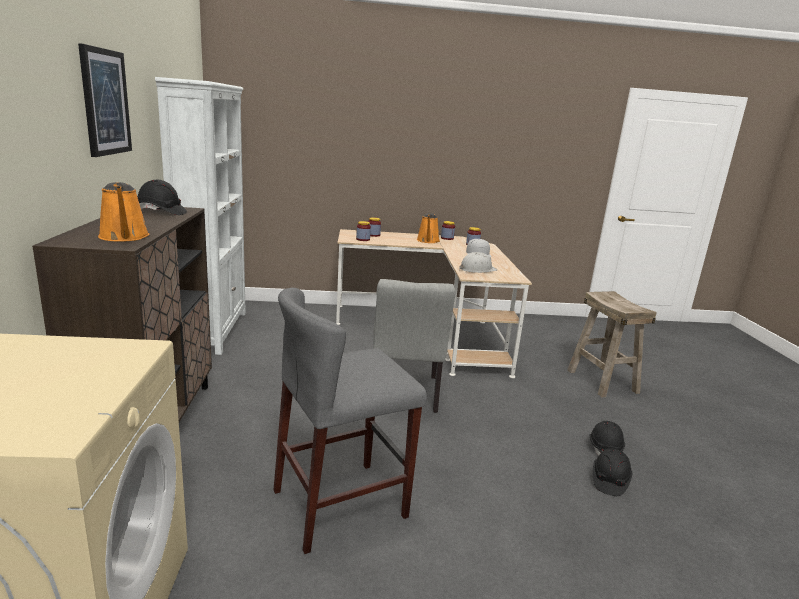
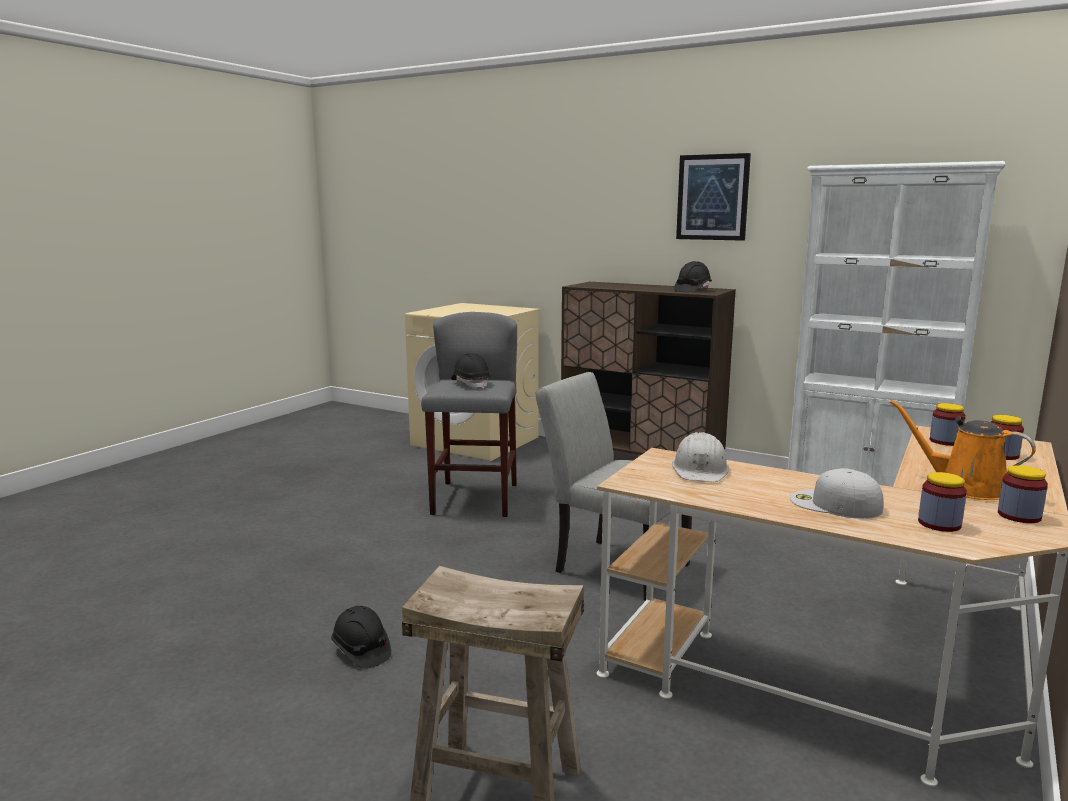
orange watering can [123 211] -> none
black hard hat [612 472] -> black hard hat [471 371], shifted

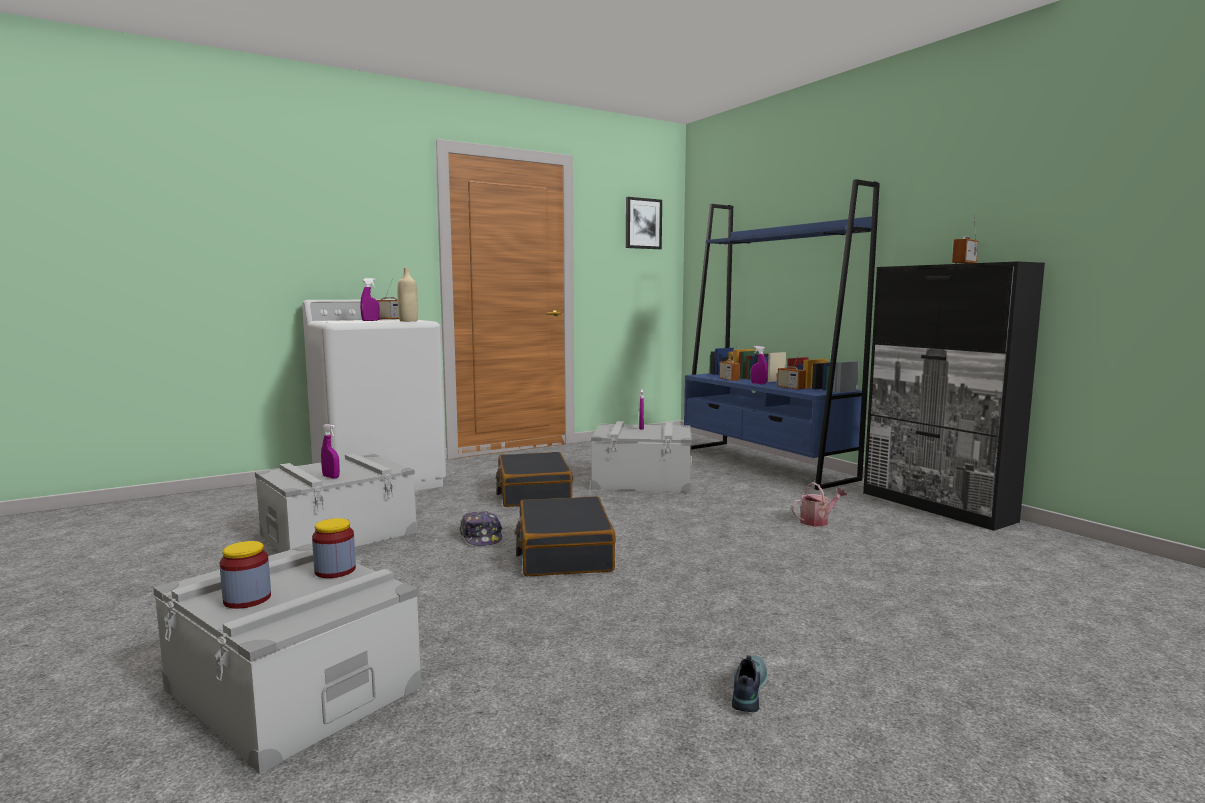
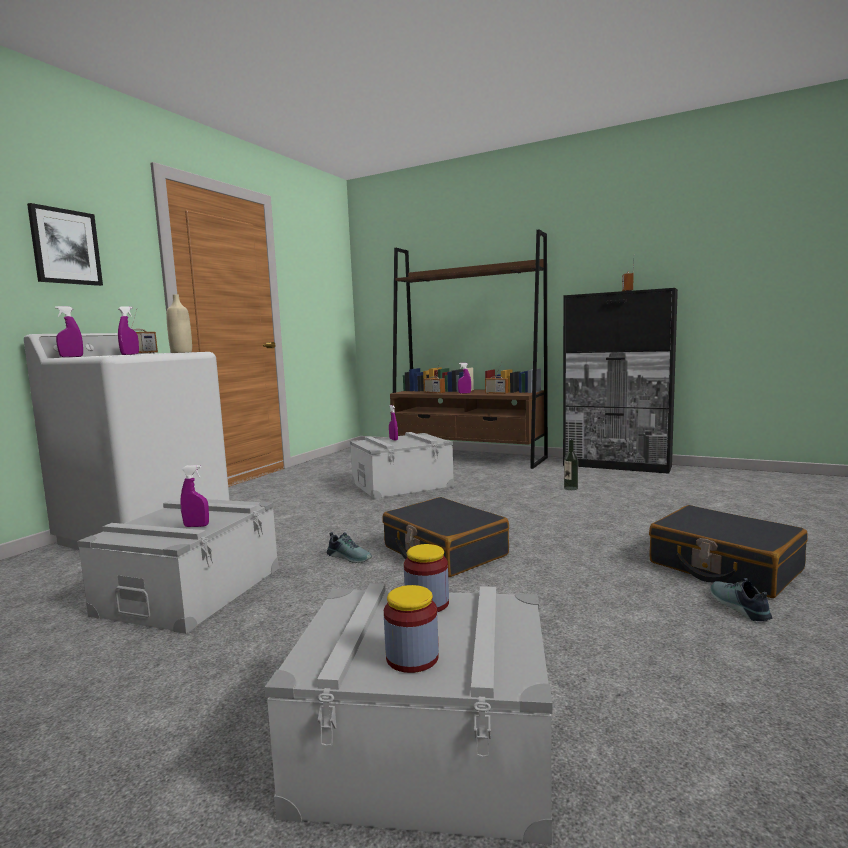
blue bookcase [782 334] -> brown bookcase [469 349]
picture [644 223] -> picture [65 244], shifted
black suitcase [534 479] -> black suitcase [728 551], shifted
watering can [819 504] -> bottle [571 464]
cap [481 528] -> shoe [349 547]
none -> purple spray bottle [69 331]

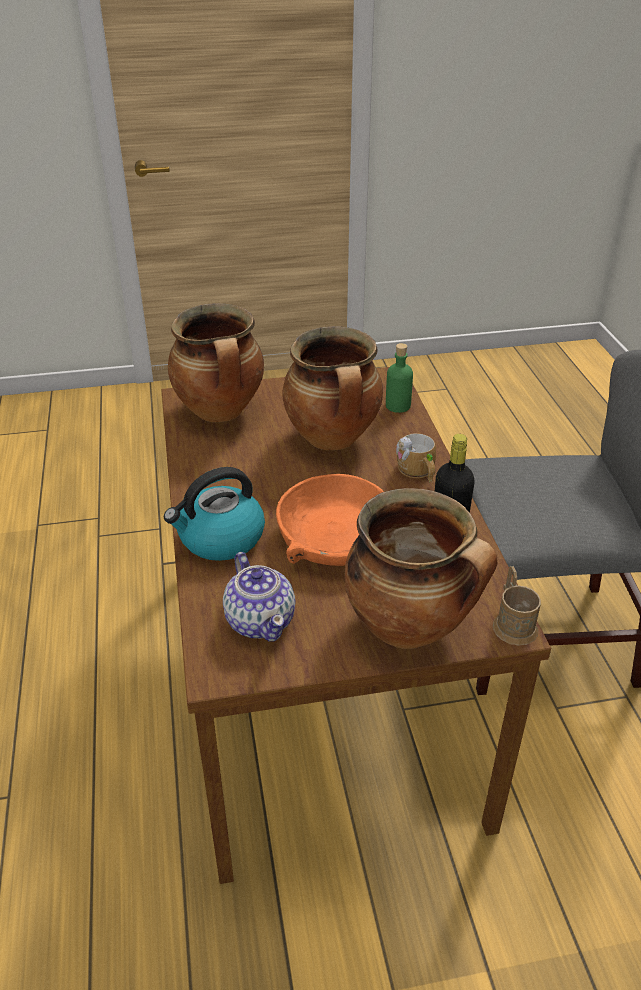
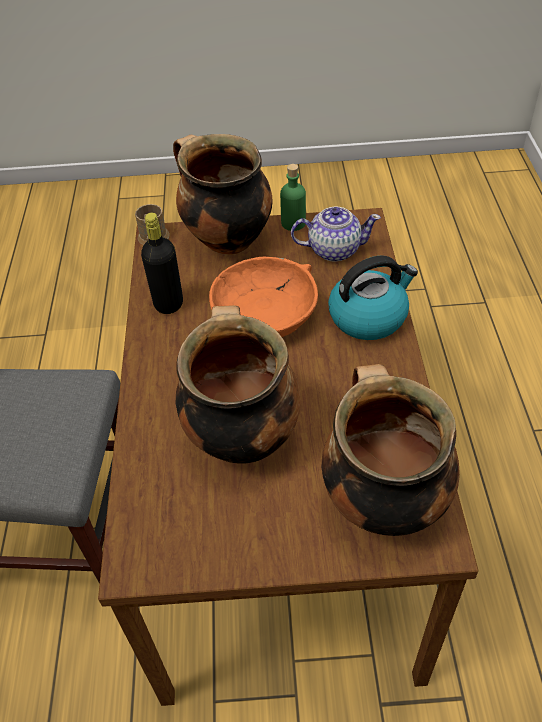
green bottle [399 378] -> green bottle [293 197], shifted
mug [416 457] -> none
teapot [259 597] -> teapot [336 234], 105 degrees clockwise

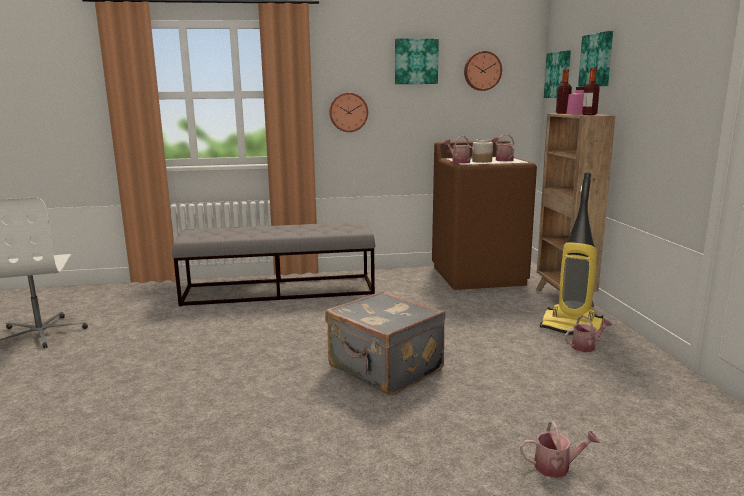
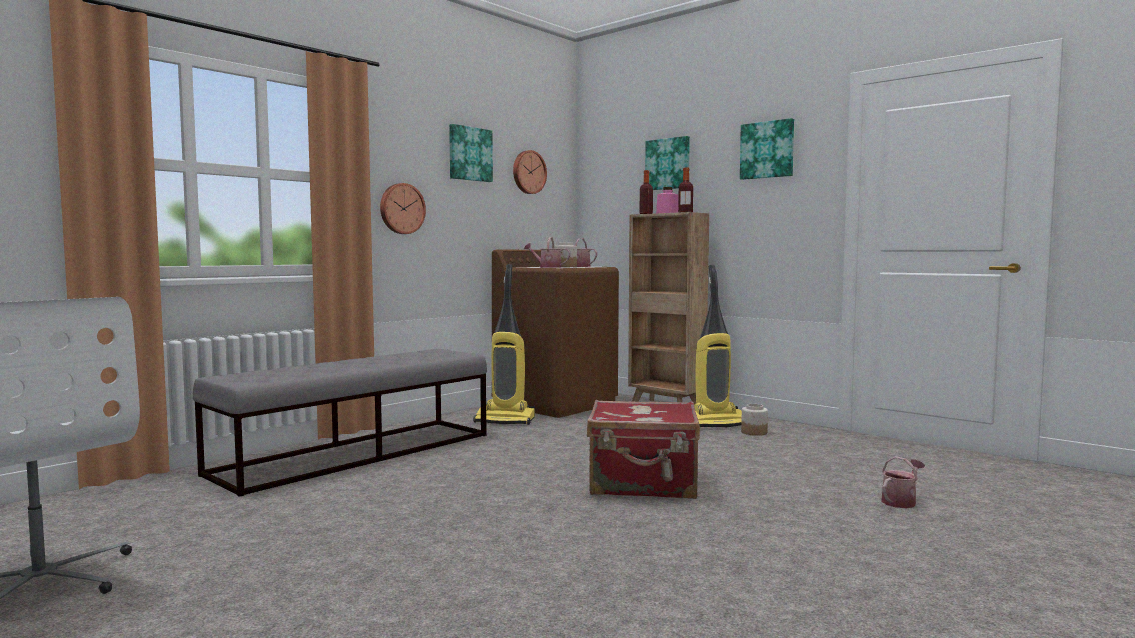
picture [557 74] -> picture [767 149], shifted
grey suitcase [385 343] -> red suitcase [643 449]
watering can [588 333] -> jar [754 420]
none -> vacuum cleaner [504 344]

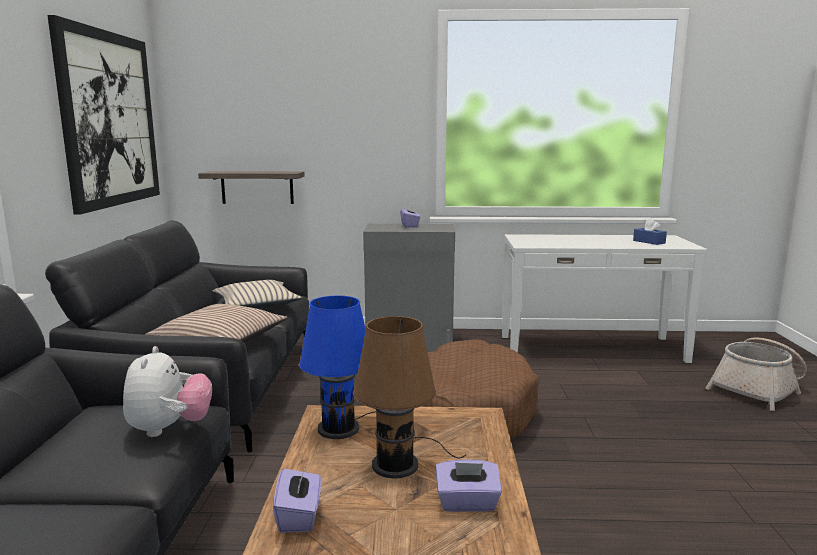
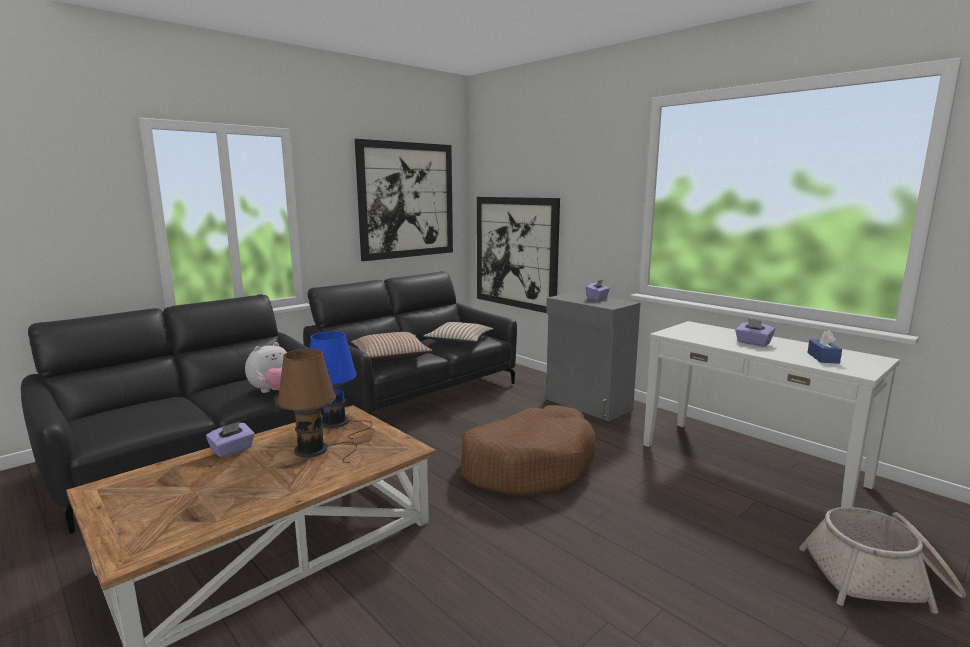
shelf [251 187] -> picture [518 255]
purple tissue box [468 485] -> purple tissue box [755 332], shifted

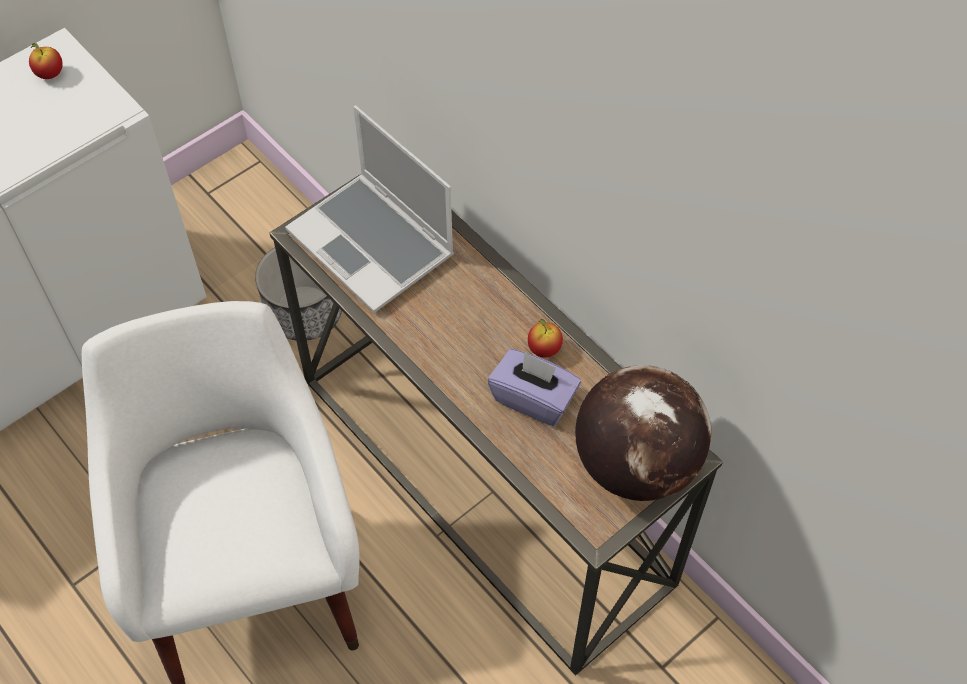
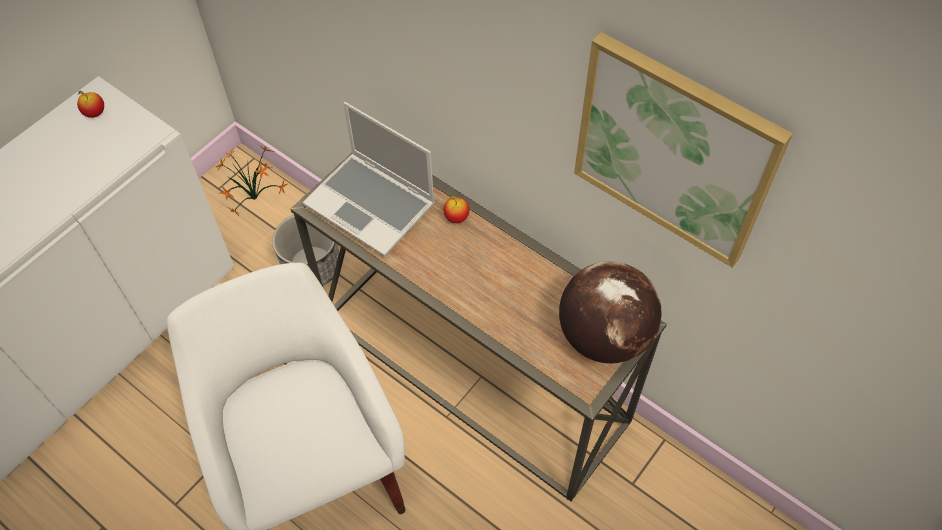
apple [545 338] -> apple [456 209], shifted
purple tissue box [534 387] -> none
none -> picture [683 150]
none -> potted plant [251 179]

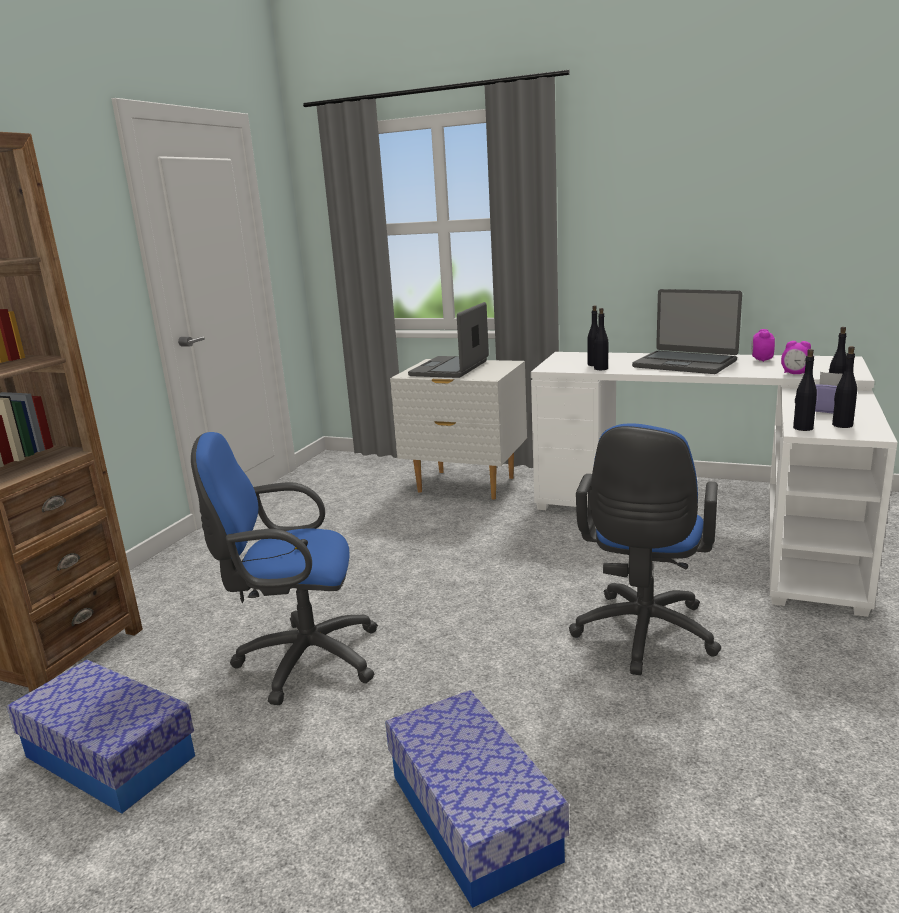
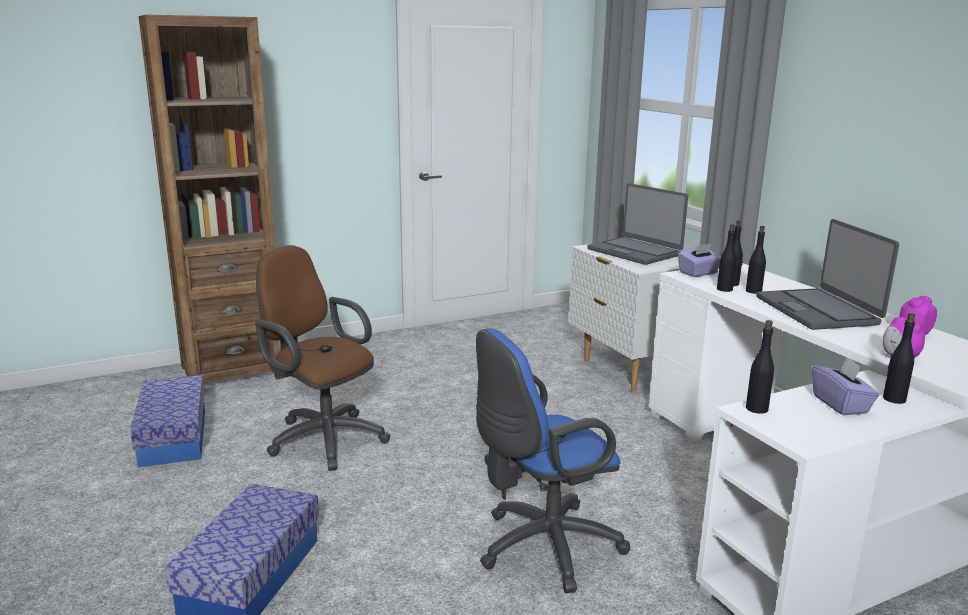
laptop [448 340] -> laptop [637 224], 105 degrees counterclockwise
black bottle [844 387] -> black bottle [756 260], shifted
blue office chair [284 568] -> brown office chair [322 358]
none -> purple tissue box [699 260]

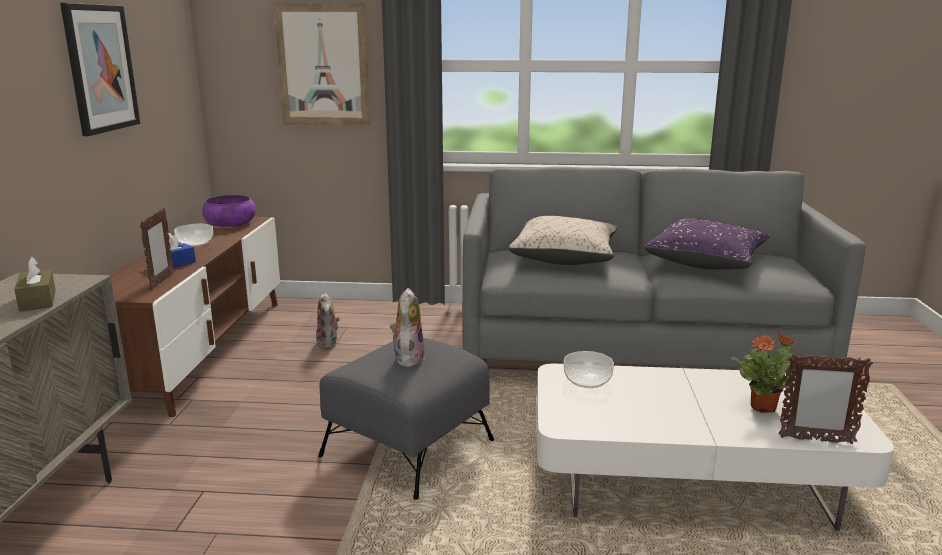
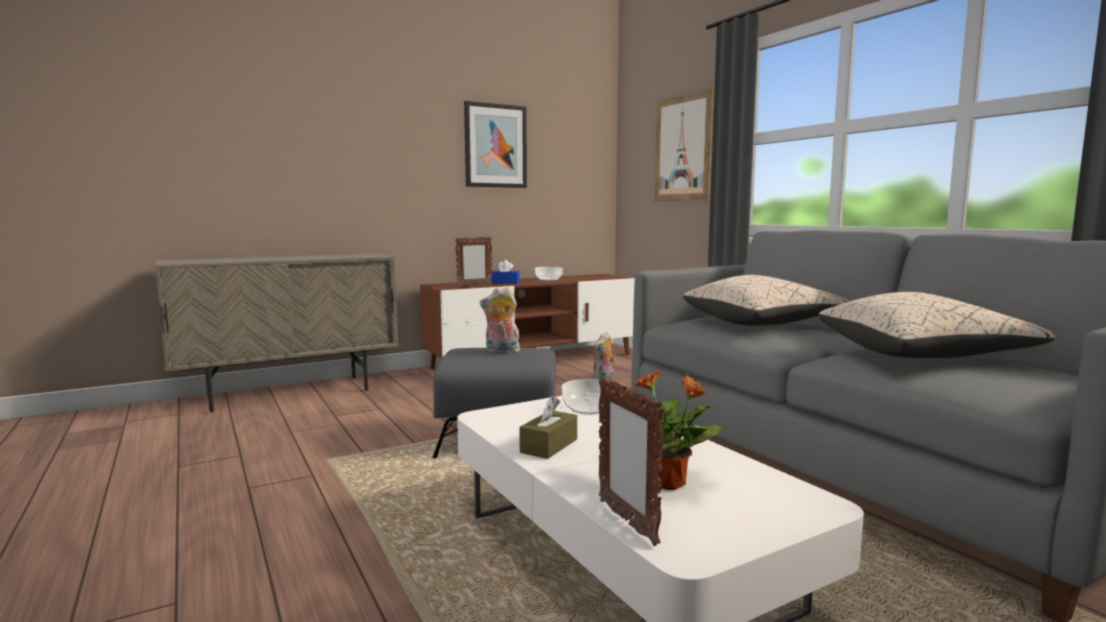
purple bowl [229 211] -> none
purple pillow [706 244] -> beige pillow [937 325]
brown tissue box [35 284] -> brown tissue box [548 427], shifted
plush toy [407 327] -> plush toy [500 321], 150 degrees counterclockwise

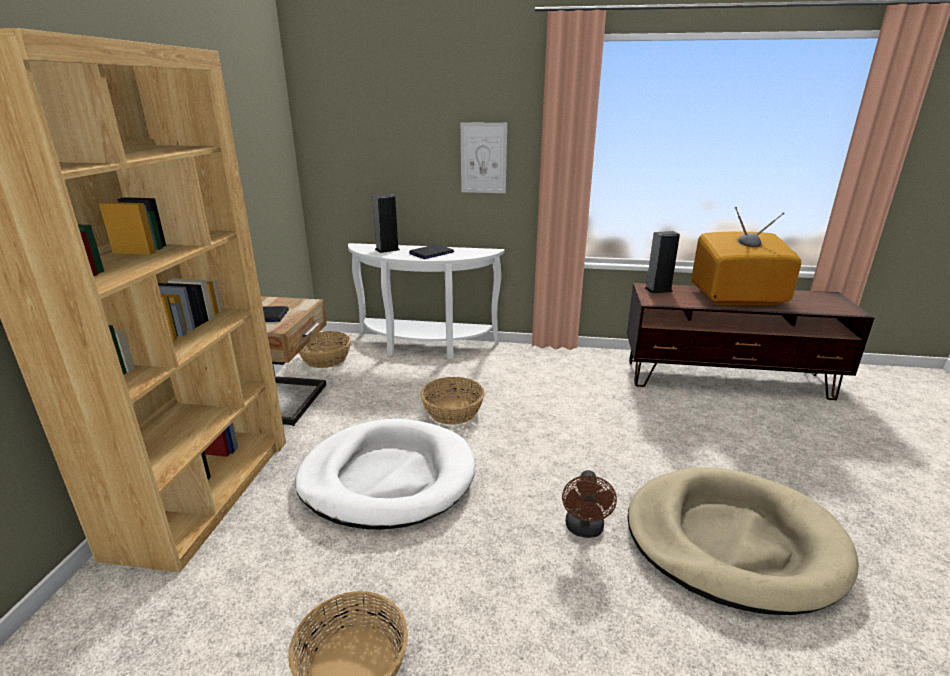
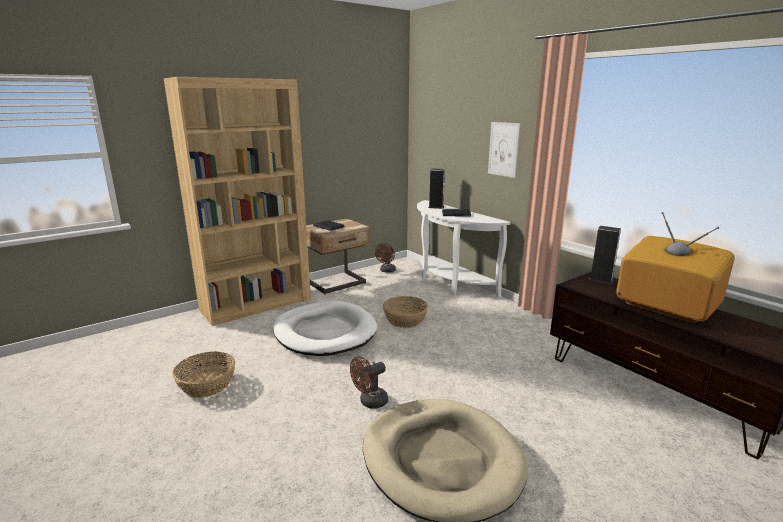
basket [325 349] -> brown fan [385 258]

